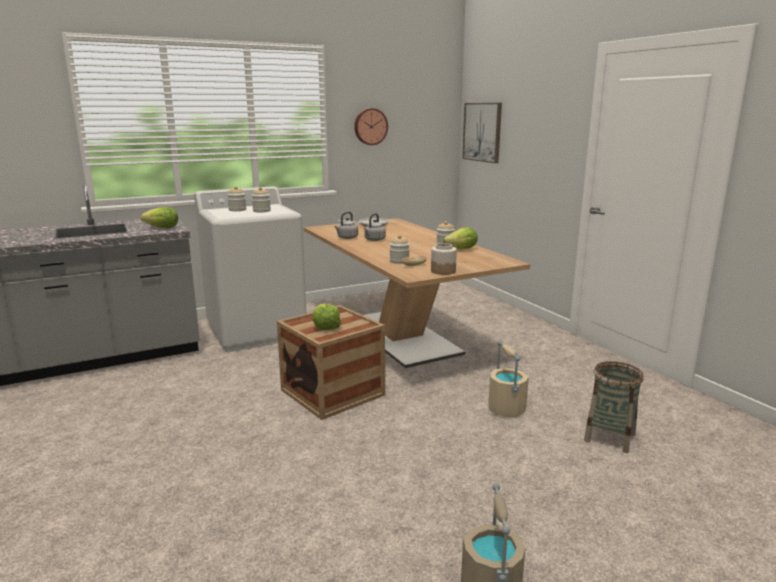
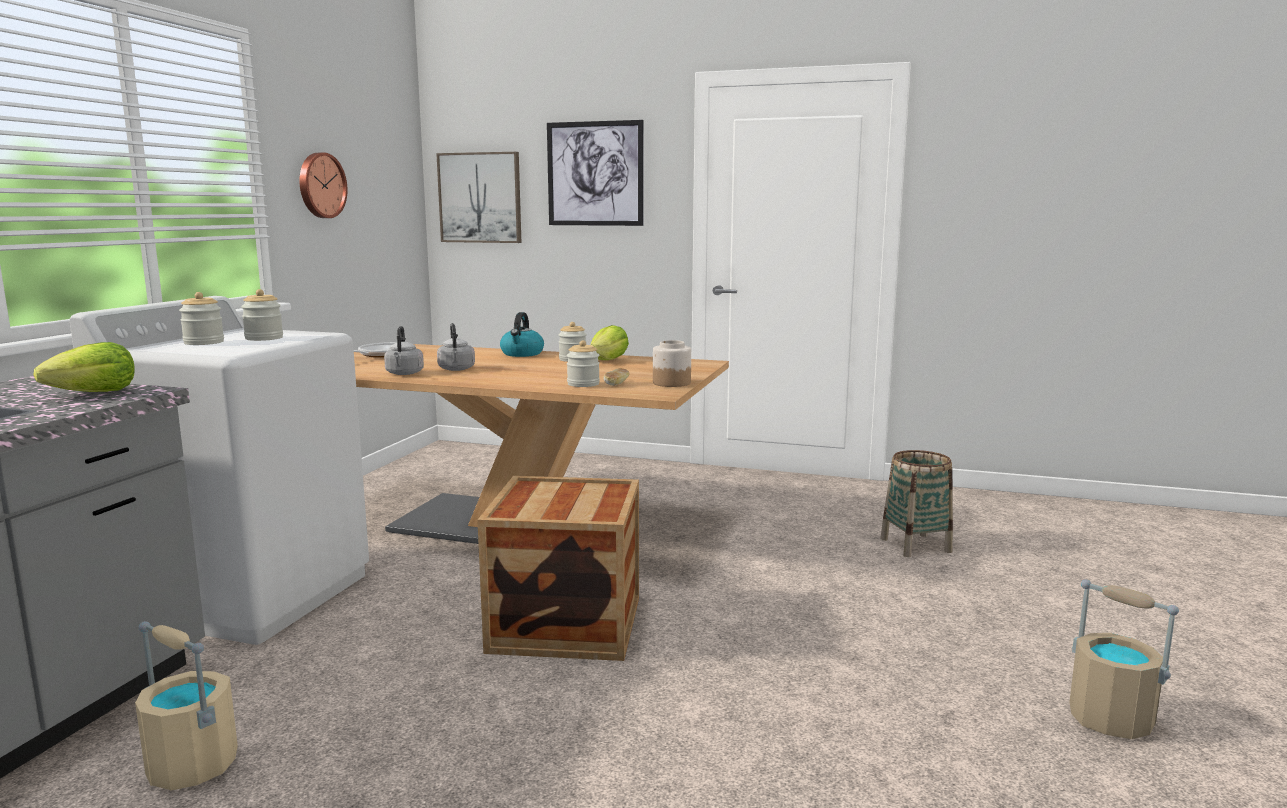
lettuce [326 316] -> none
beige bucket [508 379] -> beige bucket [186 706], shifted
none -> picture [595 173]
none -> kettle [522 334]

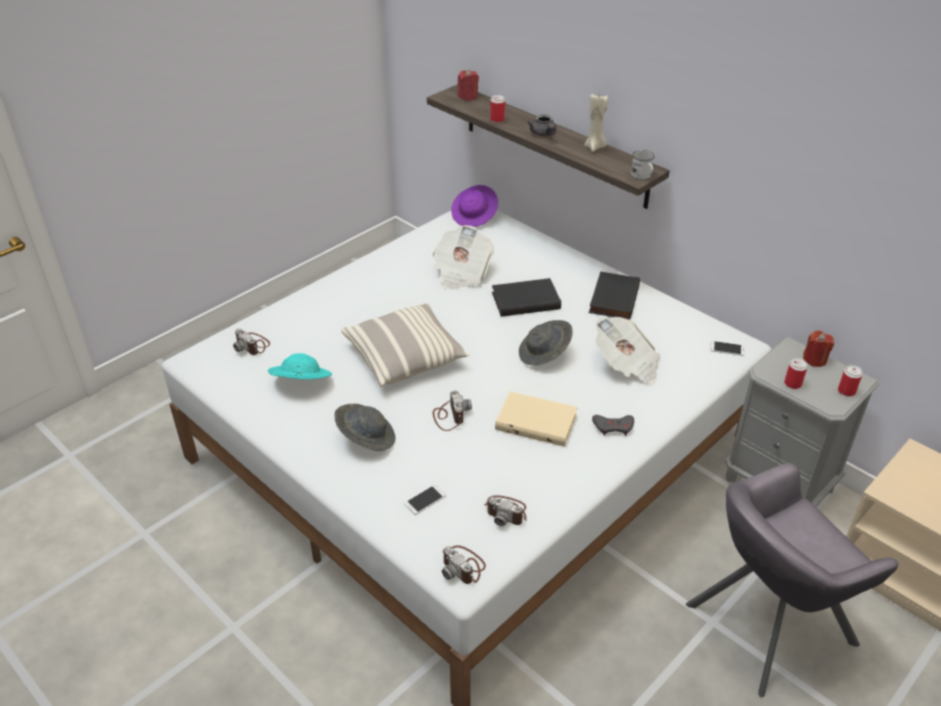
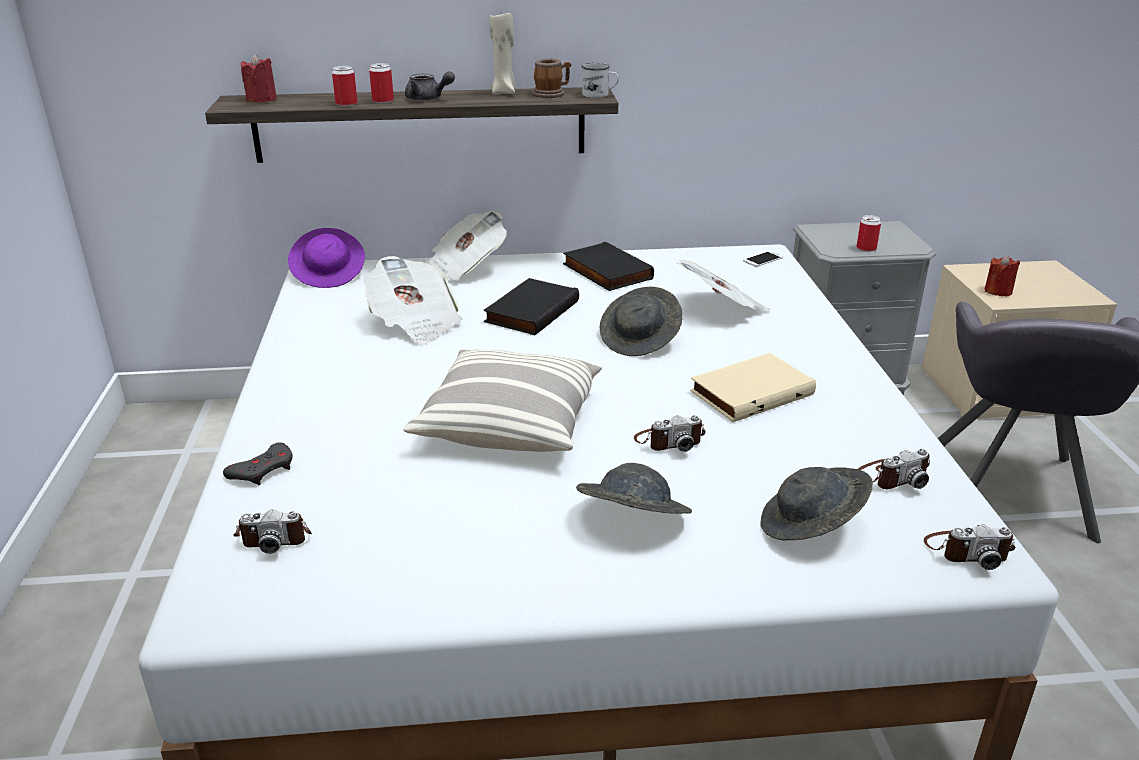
red candle [818 348] -> red candle [1002 275], shifted
turquoise hat [300 366] -> none
can [850 380] -> can [381 83], shifted
photo camera [452 410] -> photo camera [670 433], 135 degrees clockwise
grey game controller [613 425] -> grey game controller [258 463], shifted
phone [425 500] -> grey hat [816 504]
none -> mug [551 78]
none -> newspaper [467 246]

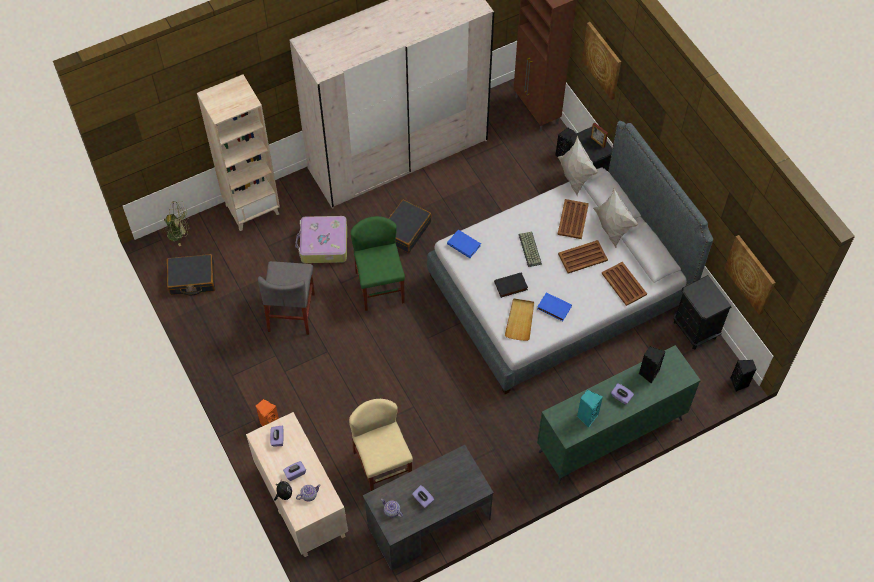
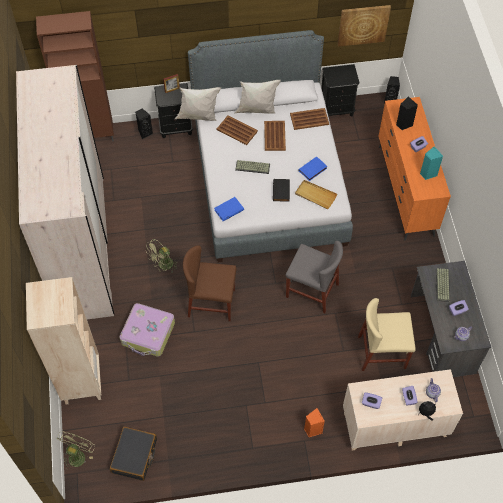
picture [601 61] -> none
black suitcase [410 226] -> green fan [162 256]
green chair [378 263] -> brown chair [210 283]
grey chair [286 298] -> grey chair [314 277], shifted
green dresser [619 414] -> orange dresser [414 169]
none -> keyboard [443 285]

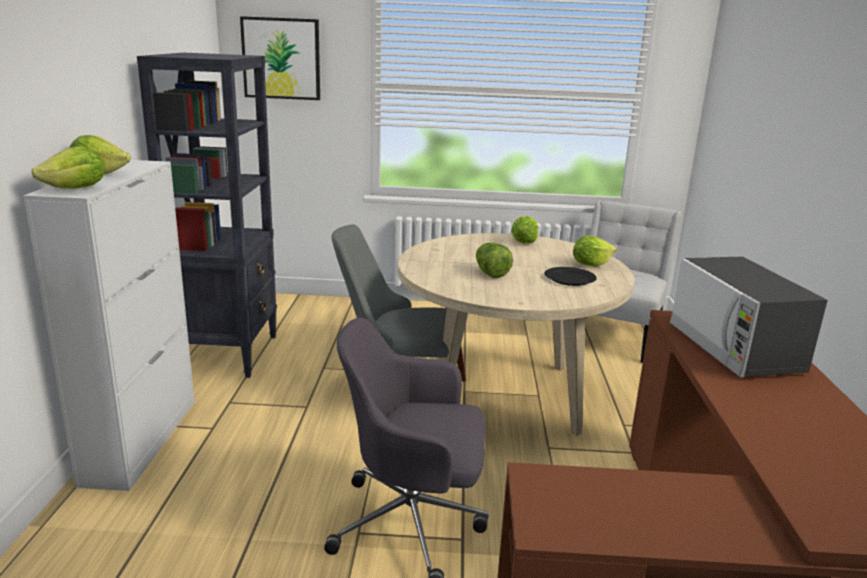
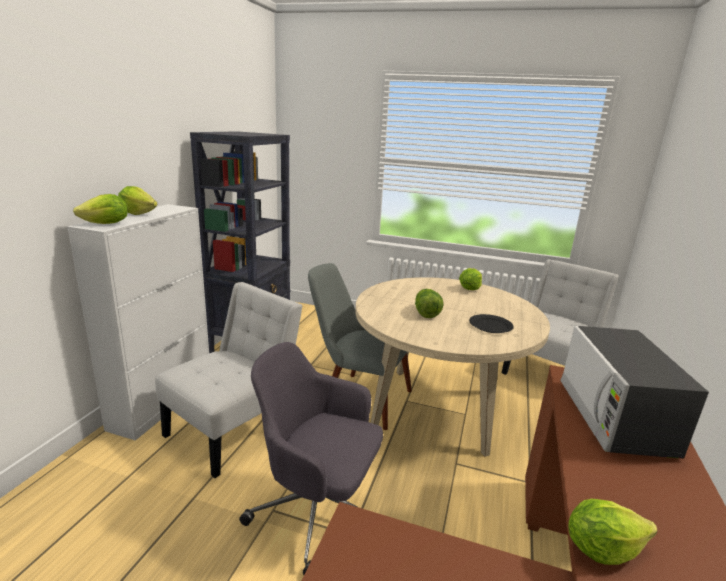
picture [280 58] -> none
lettuce [594 251] -> lettuce [613 532], shifted
none -> white chair [229 380]

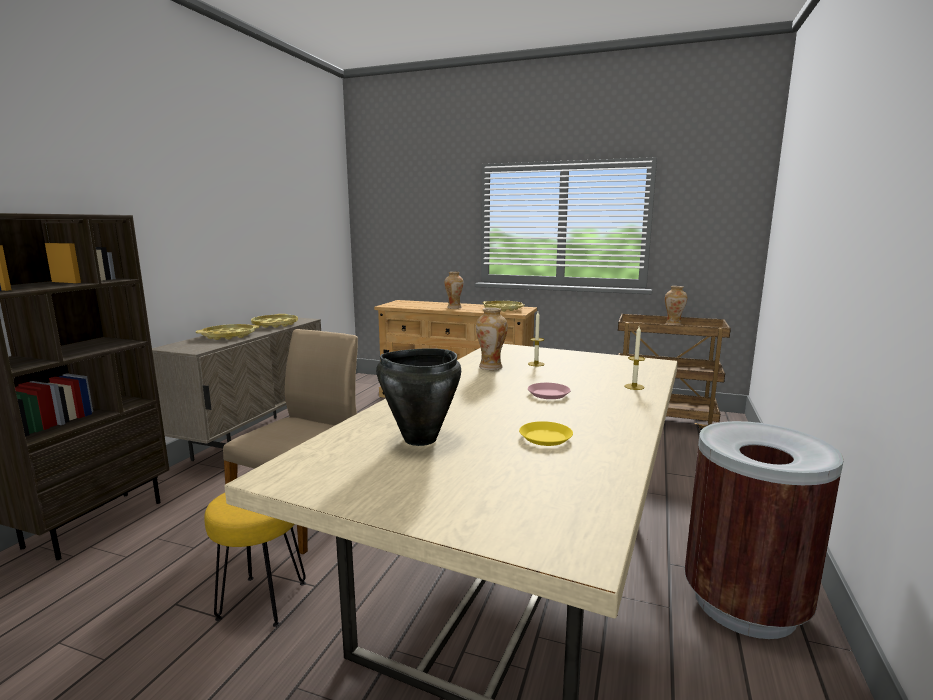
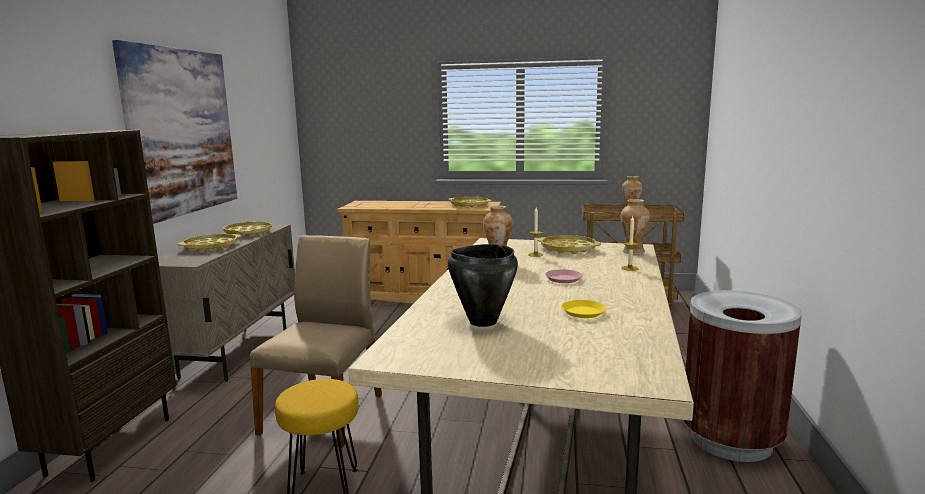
vase [454 290] -> vase [635 226], shifted
none -> picture [174 132]
none -> yellow tray [569 244]

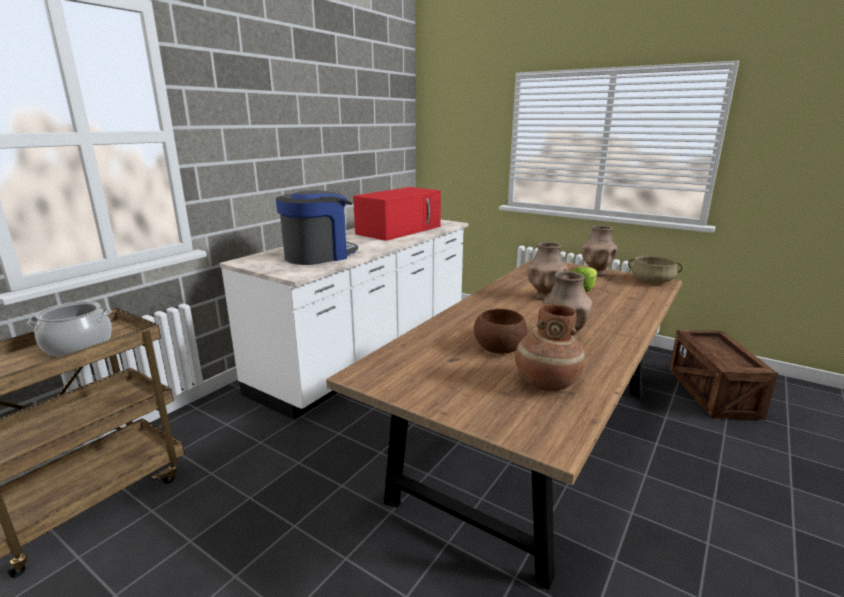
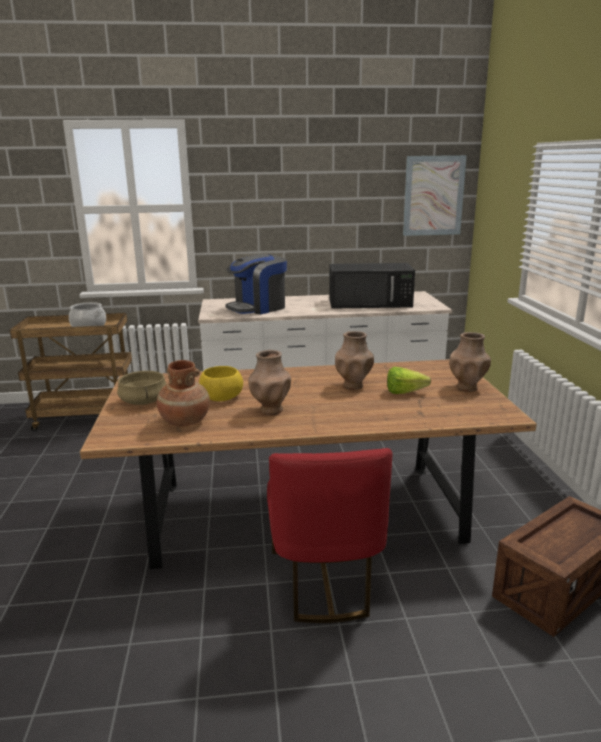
red microwave [397 214] -> black microwave [372 286]
coffee machine [317 227] -> coffee machine [256 284], 135 degrees clockwise
beige cooking pot [655 269] -> beige cooking pot [141 388], shifted
brown bowl [501 331] -> yellow bowl [221 383]
none -> picture [435 195]
none -> red chair [330 535]

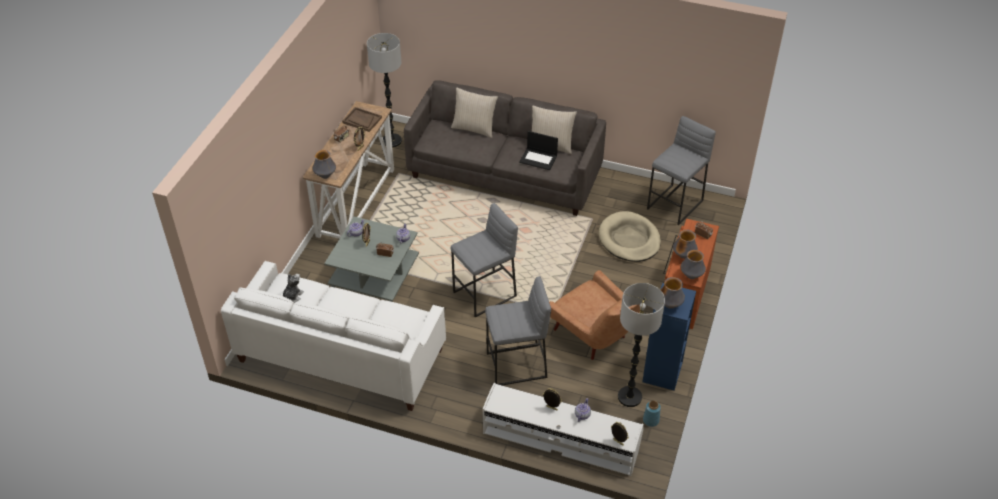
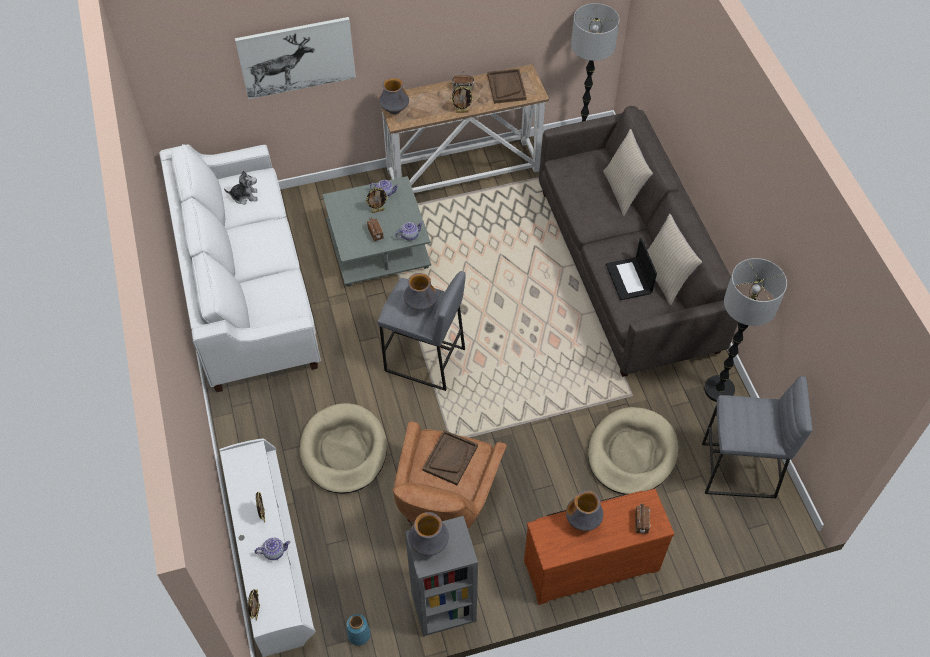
vase [693 264] -> vase [420 291], shifted
grey stool [518 330] -> beige dog bed [343 448]
floor lamp [641 345] -> floor lamp [745 330], shifted
blue bookcase [669 337] -> grey bookcase [441 576]
none -> picture [295 58]
none -> brown tray [450 457]

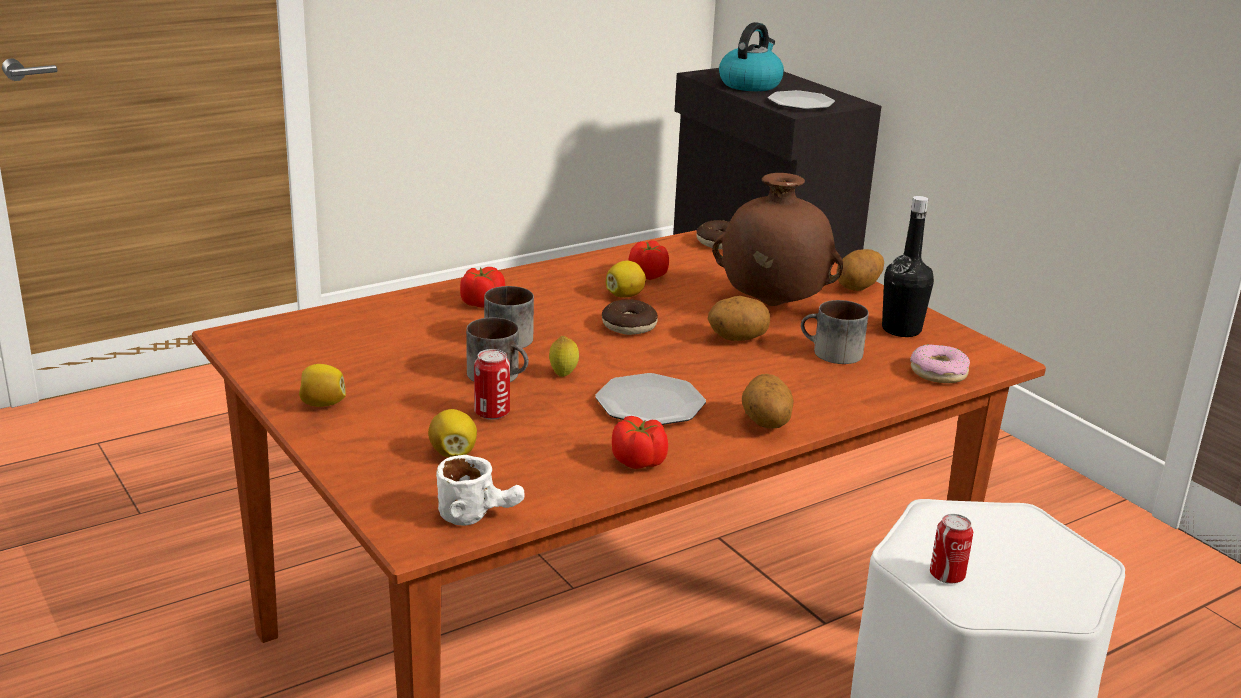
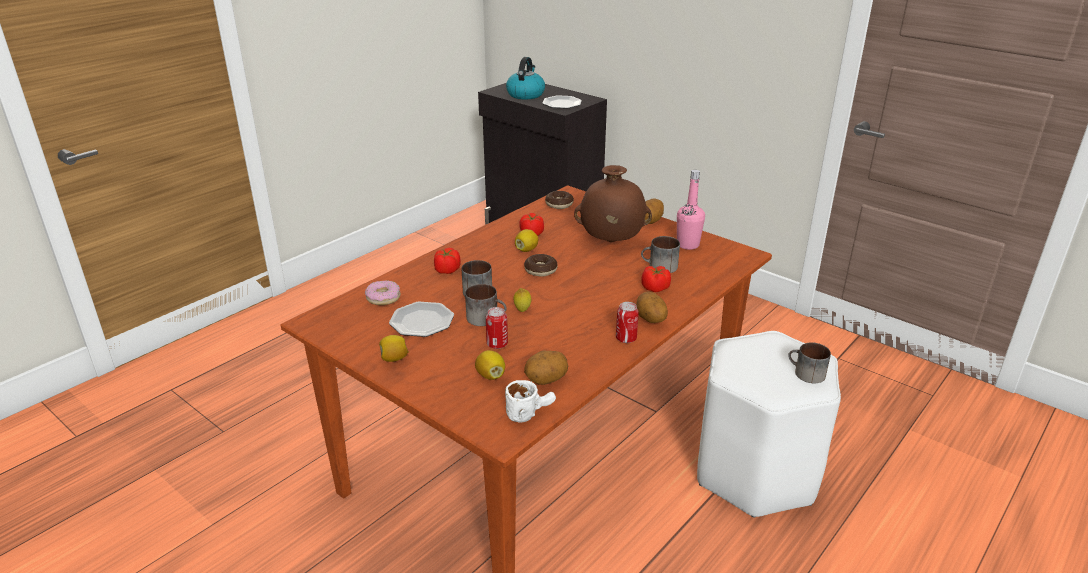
black bottle [908 266] -> pink bottle [691 210]
potato [739 318] -> potato [546 367], shifted
donut [940 363] -> donut [383 293], shifted
plate [650 399] -> plate [421 319], shifted
tomato [640 442] -> tomato [656 279], shifted
can [951 549] -> can [627 322], shifted
none -> mug [809 362]

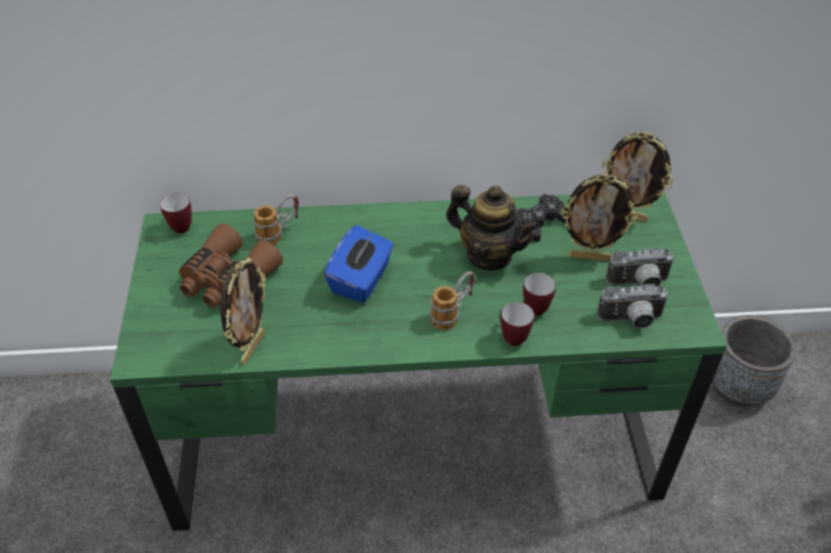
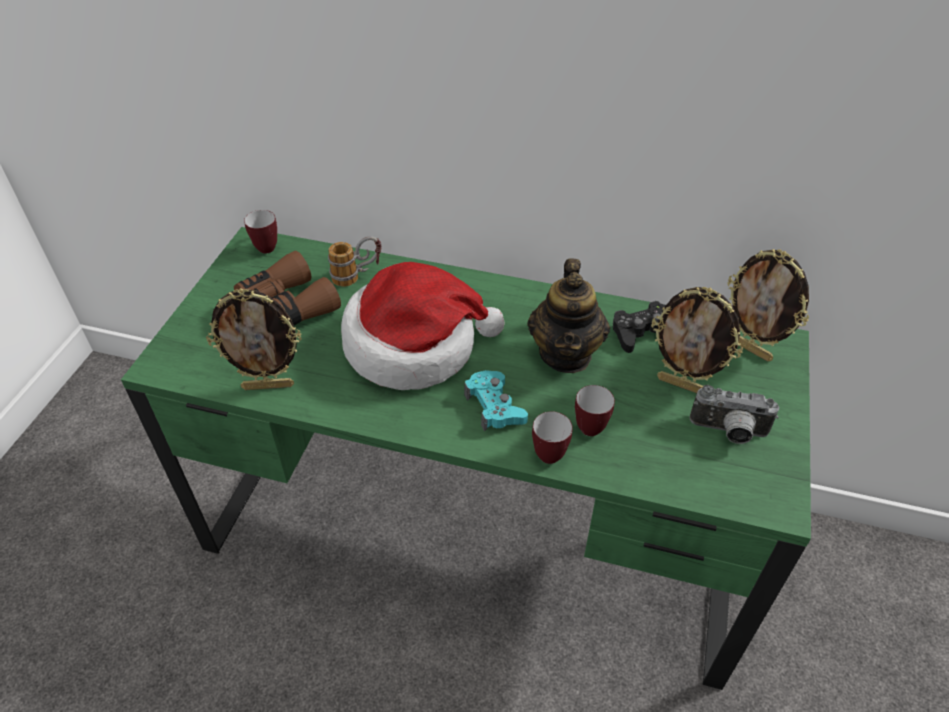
teapot [493 227] -> teapot [568 315], 45 degrees clockwise
blue tissue box [359 264] -> hat [423 326]
picture frame [243 311] -> picture frame [254 339], 45 degrees clockwise
mug [452 300] -> turquoise game controller [496 400]
photo camera [633 306] -> none
grey planter [754 361] -> none

